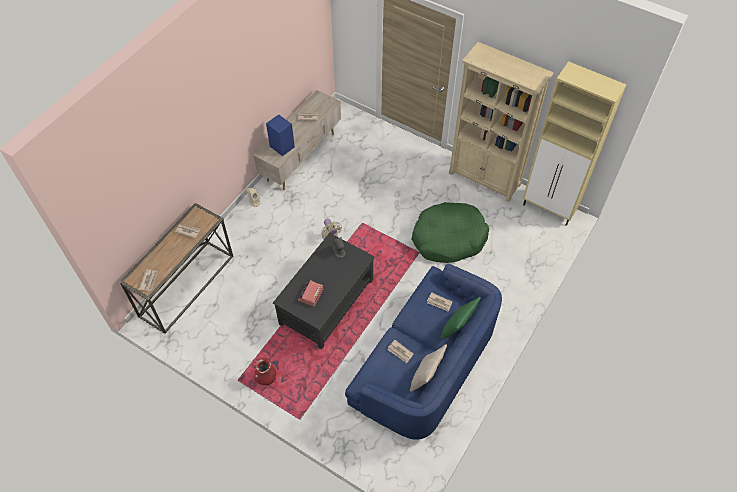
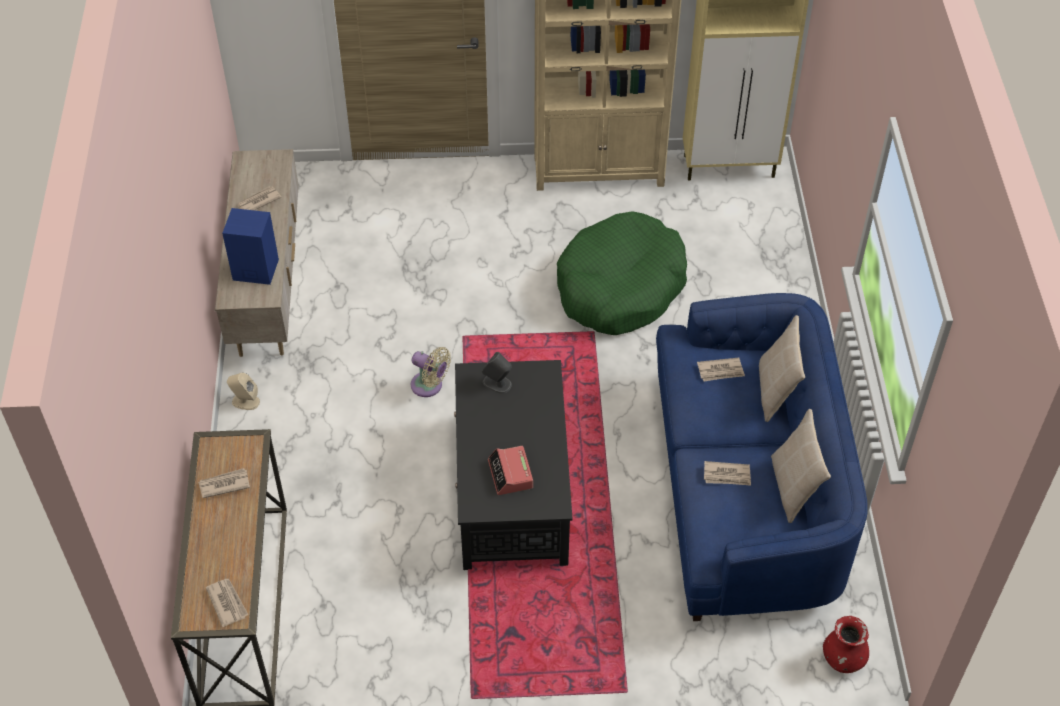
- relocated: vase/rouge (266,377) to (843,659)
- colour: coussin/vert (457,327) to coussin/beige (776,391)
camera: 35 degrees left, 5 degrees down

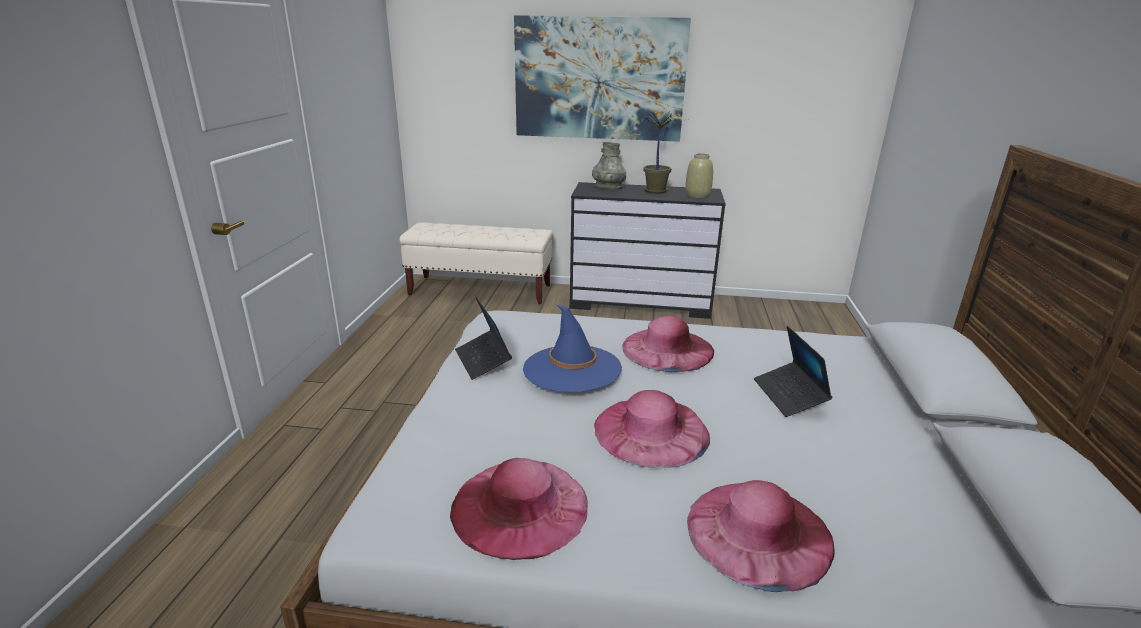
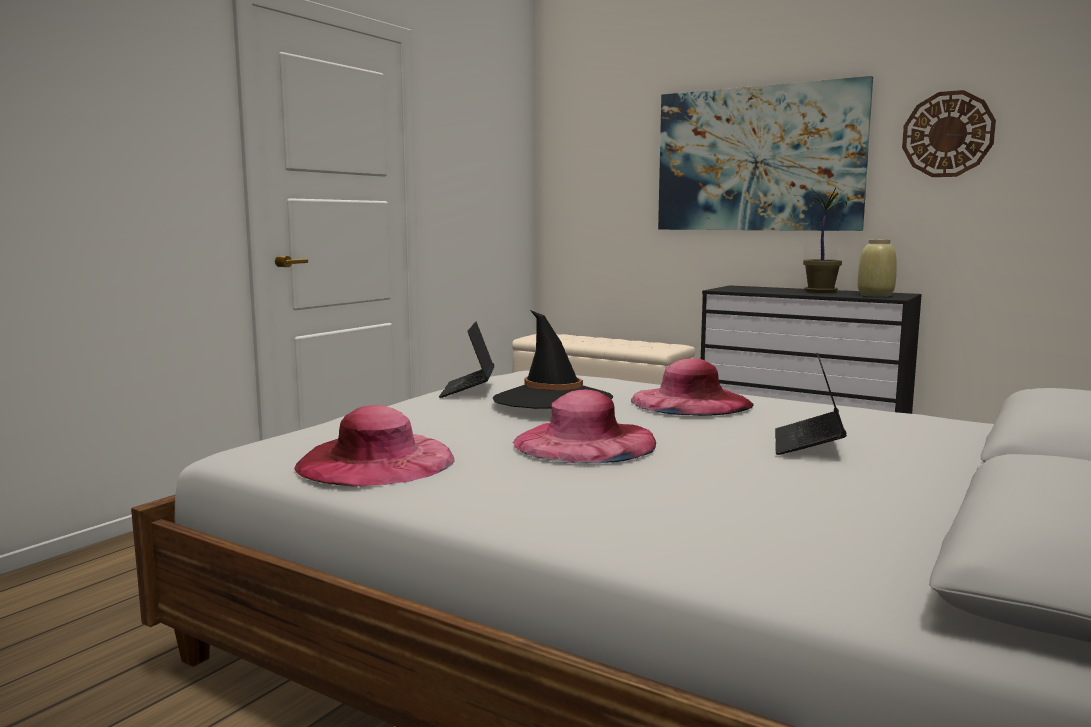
- colour: chapeau/bleu (572,369) to chapeau/noir (552,400)
- missing: vase/gris (608,187)
- missing: chapeau/rose (759,532)
- appeared: horloge murale (947,134)
camera: 25 degrees right, 15 degrees down

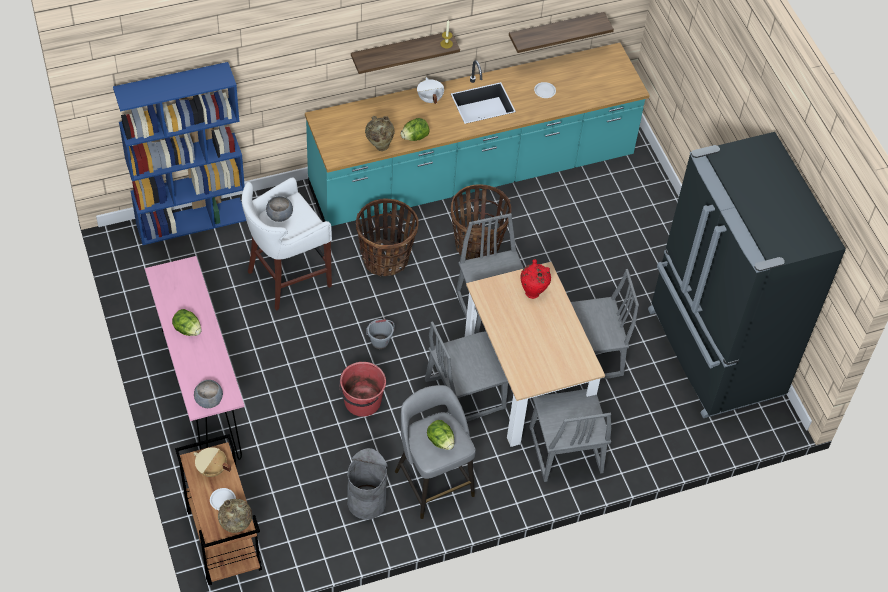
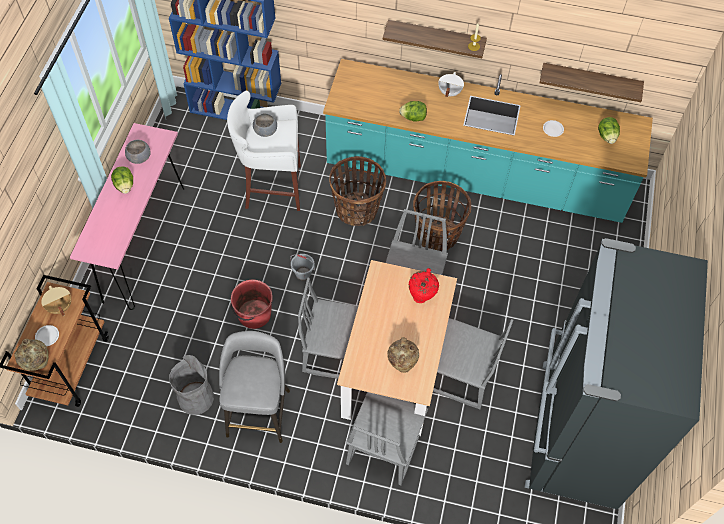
- relocated: bol/gris (209,399) to (140,157)
- relocated: vase/beige (379,146) to (402,365)
- relocated: laitue (440,441) to (607,136)
camera: 35 degrees right, 5 degrees up

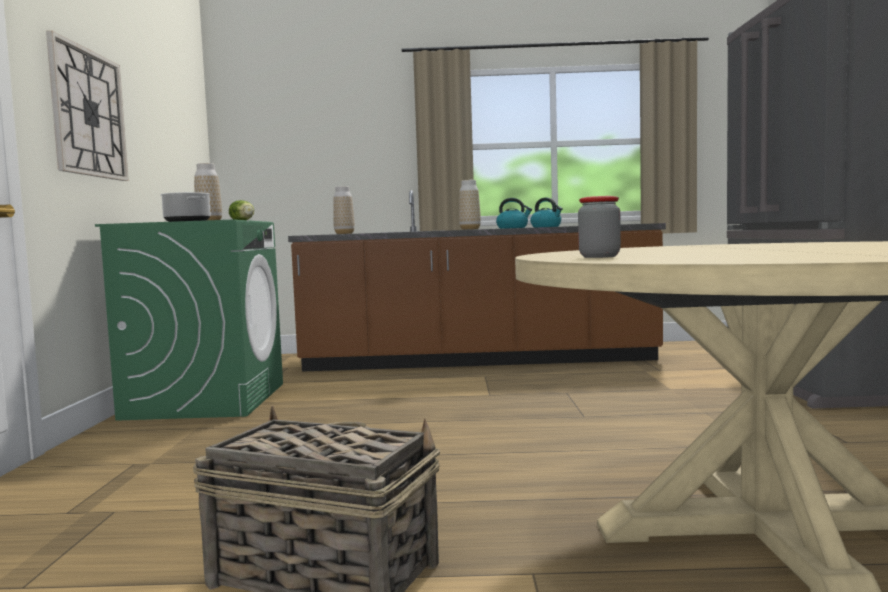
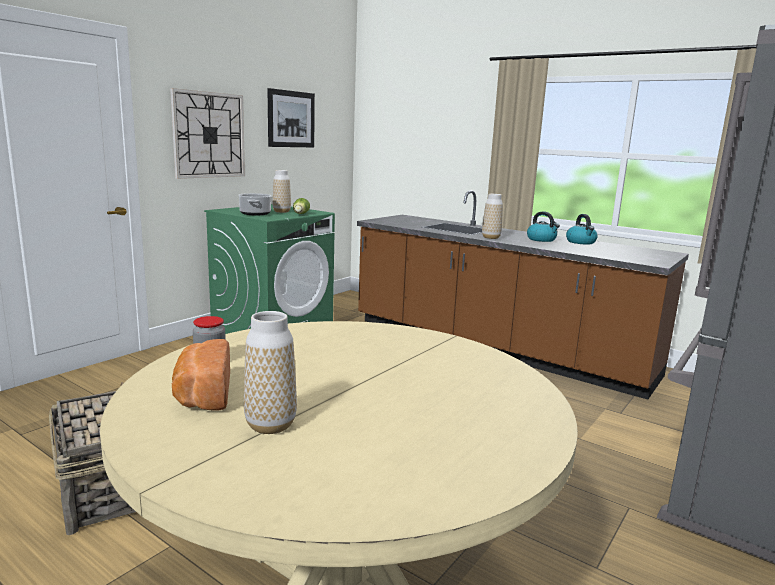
- relocated: vase (344,233) to (270,425)
- appeared: pain (202,395)
- appeared: tableau (291,119)
camera: 35 degrees right, 10 degrees up

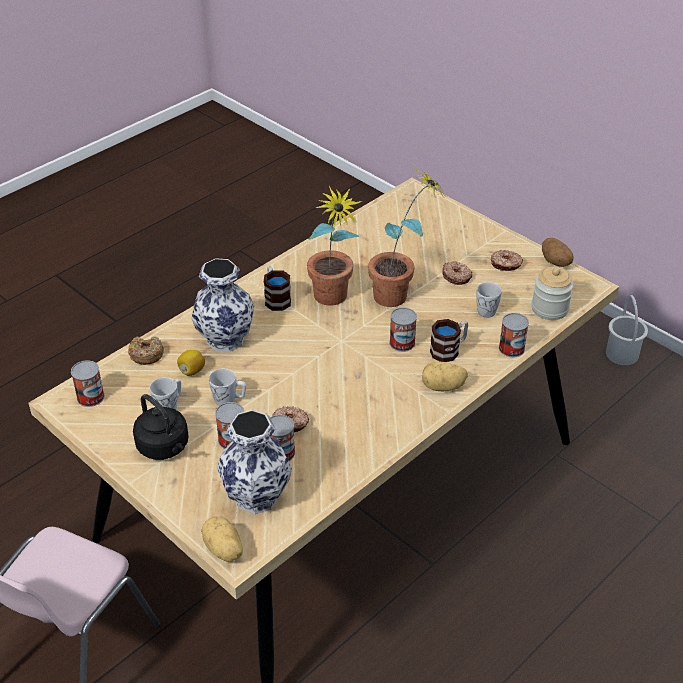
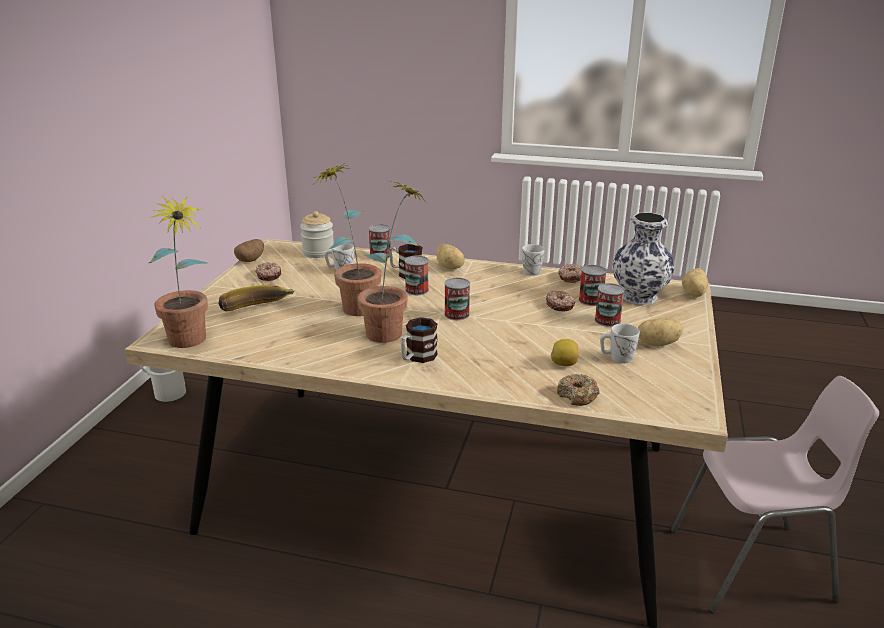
- relocated: boîte métallique (90,397) to (456,314)
- exchanged: bouilloire/noir (164,447) to pomme de terre (657,343)
- missing: vase (226,338)
- relocated: mug/blanc (229,400) to (529,271)
- relocated: beignet (456,276) to (570,277)
- appeared: plante en pot (191,344)
- appeared: banane (257,309)
camera: 120 degrees left, 15 degrees down

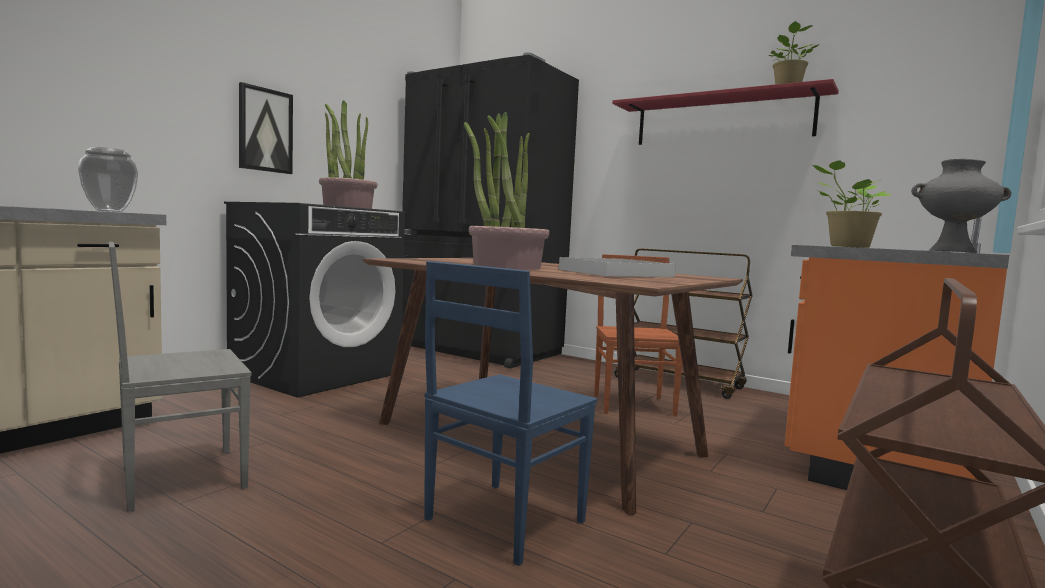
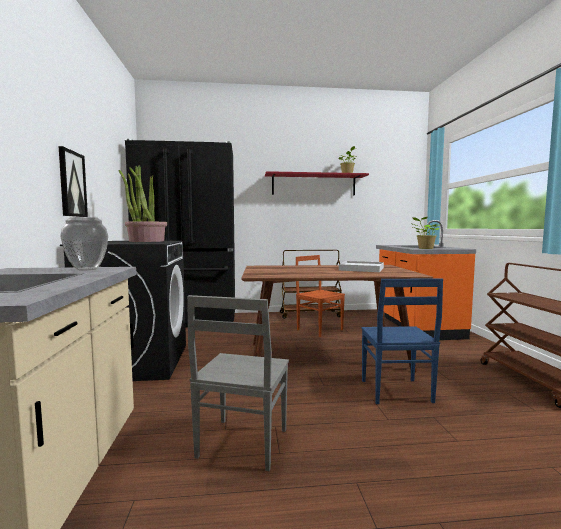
- missing: plante en pot (506,267)
- missing: vase/gris (953,251)
camera: 40 degrees left, 0 degrees up

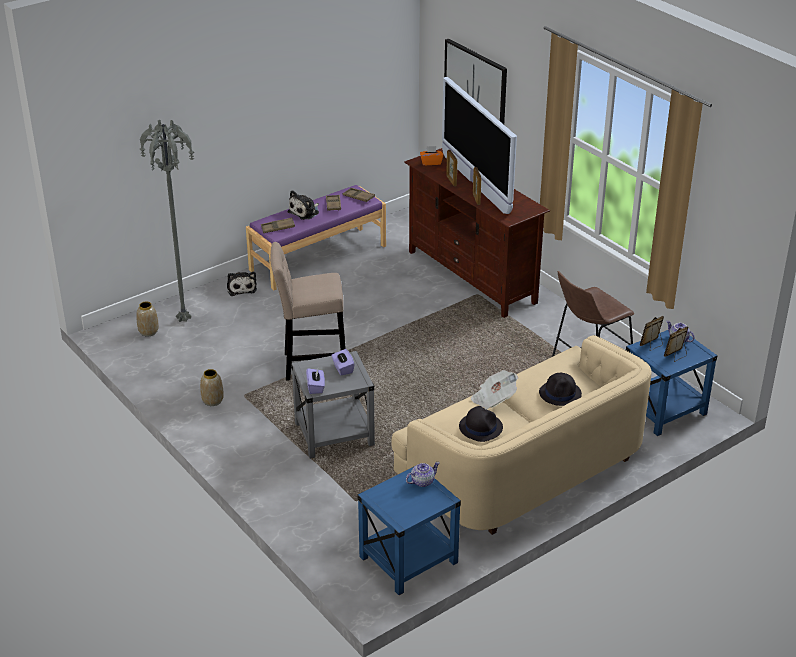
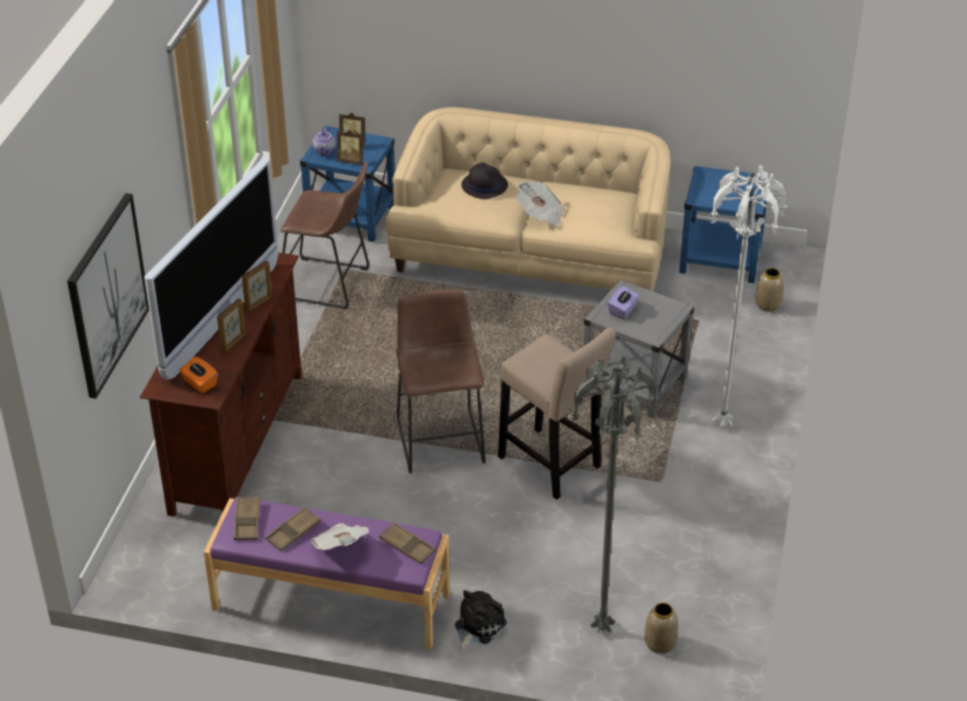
- relocated: vase (212,400) to (767,305)
- exchanged: peluche (305,212) to journal (340,547)
- missing: boîte à mouchoirs/violet (316,387)
- missing: théière (422,481)
- missing: chapeau/noir (480,427)
- appeared: tabouret/marron (440,437)
- appeared: lampadaire/blanc (724,426)
camera: 130 degrees left, 5 degrees up

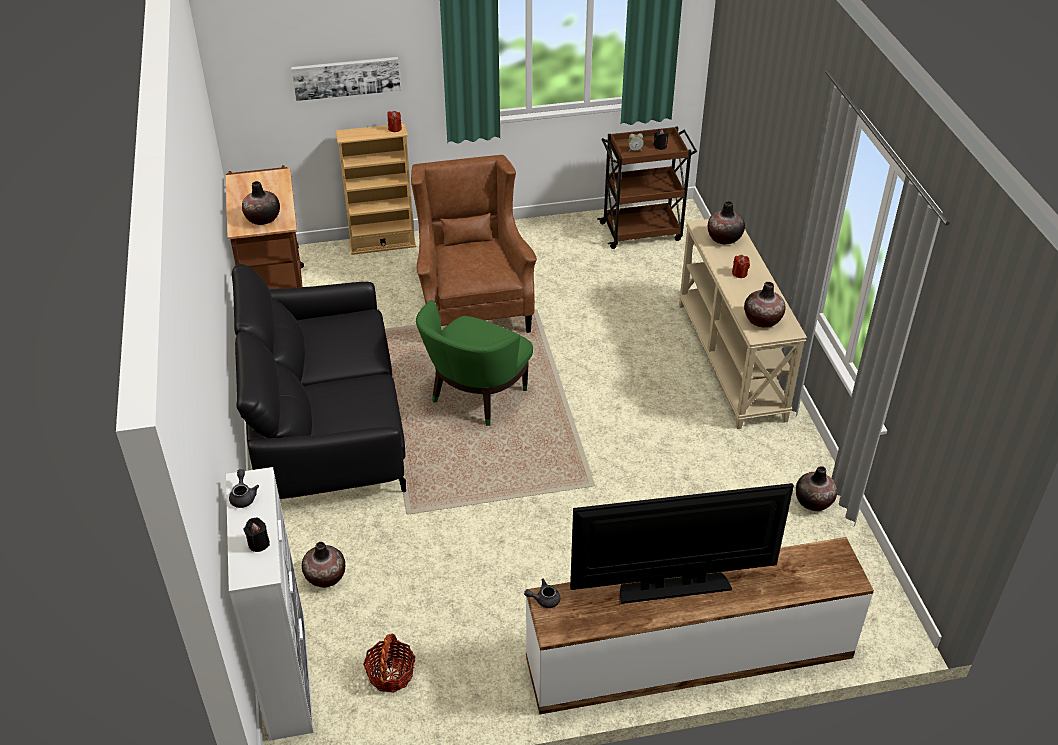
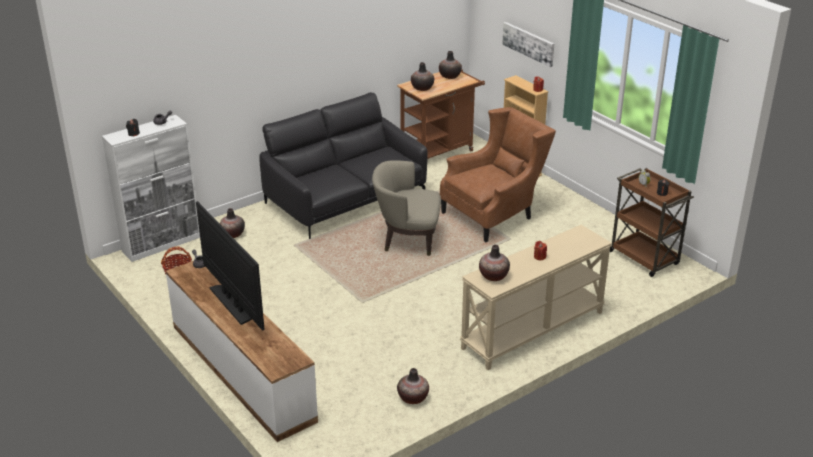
- colour: fauteuil/vert (476,397) to fauteuil/beige (407,240)
- relocated: vase (724,238) to (450,76)
camera: 65 degrees right, 10 degrees down

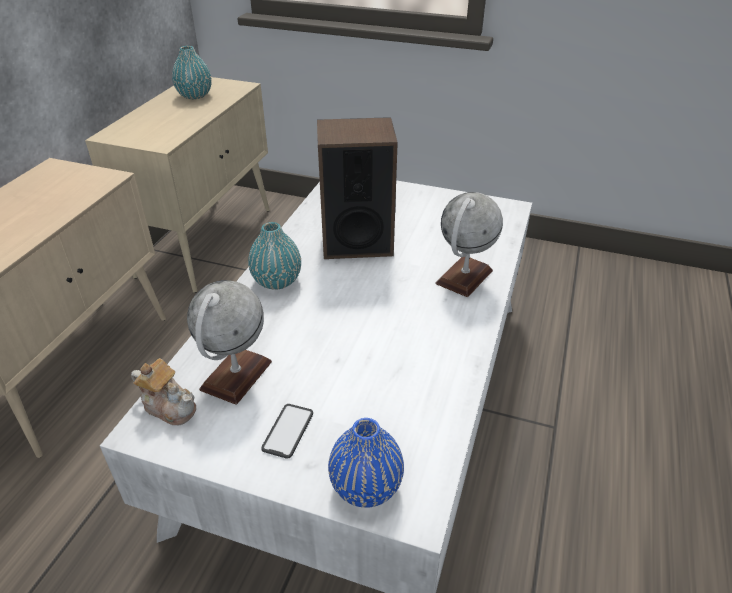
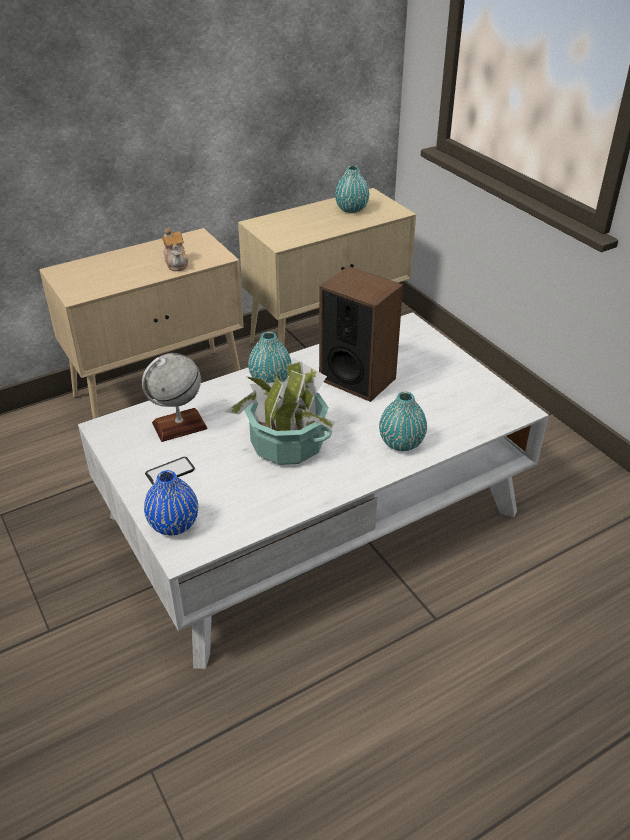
- relocated: théière (169,406) to (176,263)
- exchanged: globe (464,277) to vase/turquoise (401,443)
- appeared: plante en pot (287,444)
camera: 40 degrees right, 0 degrees up

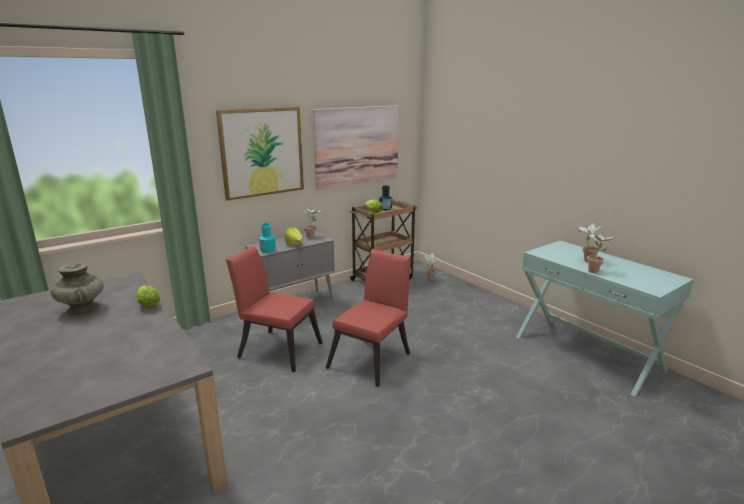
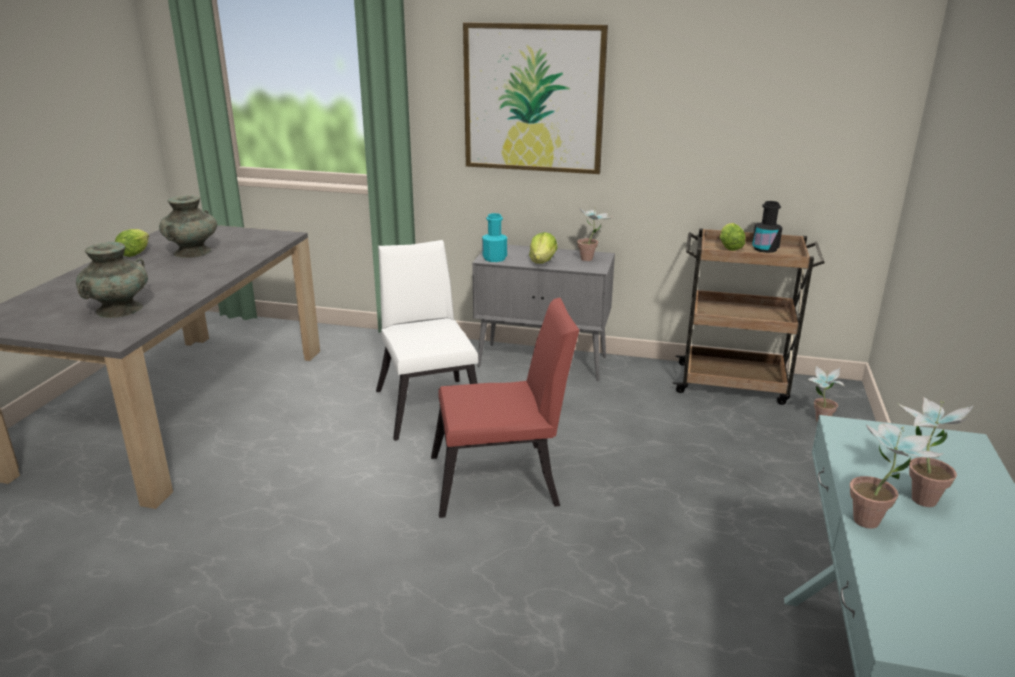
- relocated: laitue (148,305) to (136,253)
- colour: chaise/rouge (276,348) to chaise/blanc (428,403)
- missing: tableau (357,146)
- appeared: vase/turquoise (119,309)
camera: 50 degrees right, 5 degrees up

